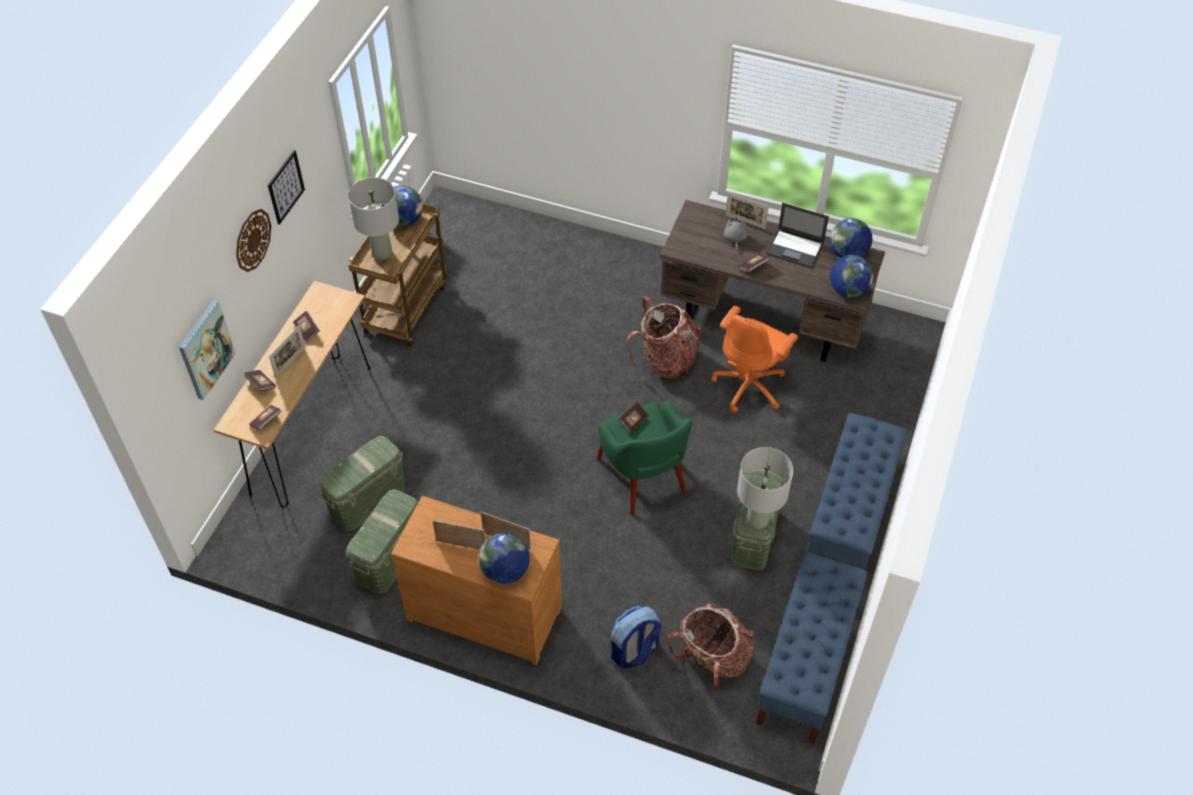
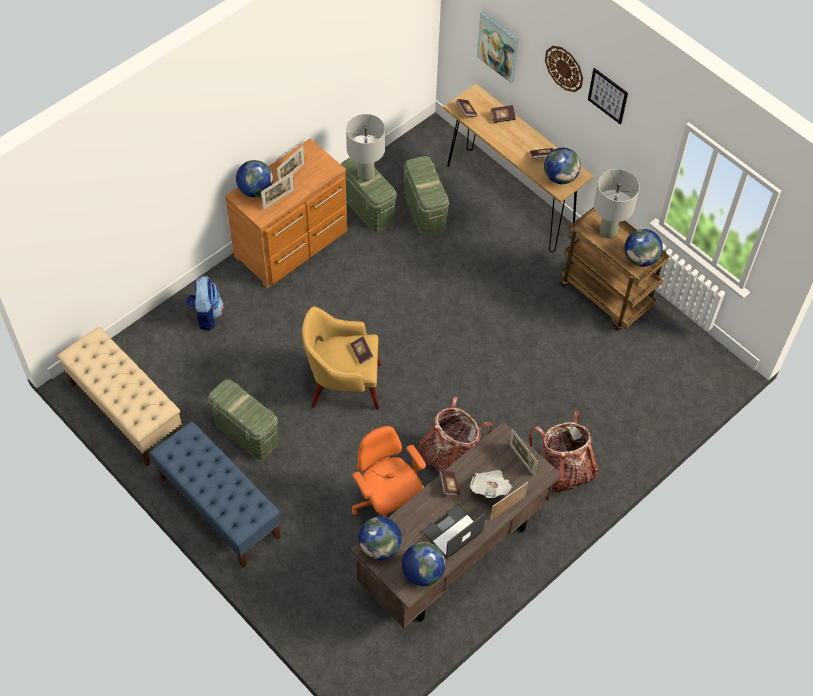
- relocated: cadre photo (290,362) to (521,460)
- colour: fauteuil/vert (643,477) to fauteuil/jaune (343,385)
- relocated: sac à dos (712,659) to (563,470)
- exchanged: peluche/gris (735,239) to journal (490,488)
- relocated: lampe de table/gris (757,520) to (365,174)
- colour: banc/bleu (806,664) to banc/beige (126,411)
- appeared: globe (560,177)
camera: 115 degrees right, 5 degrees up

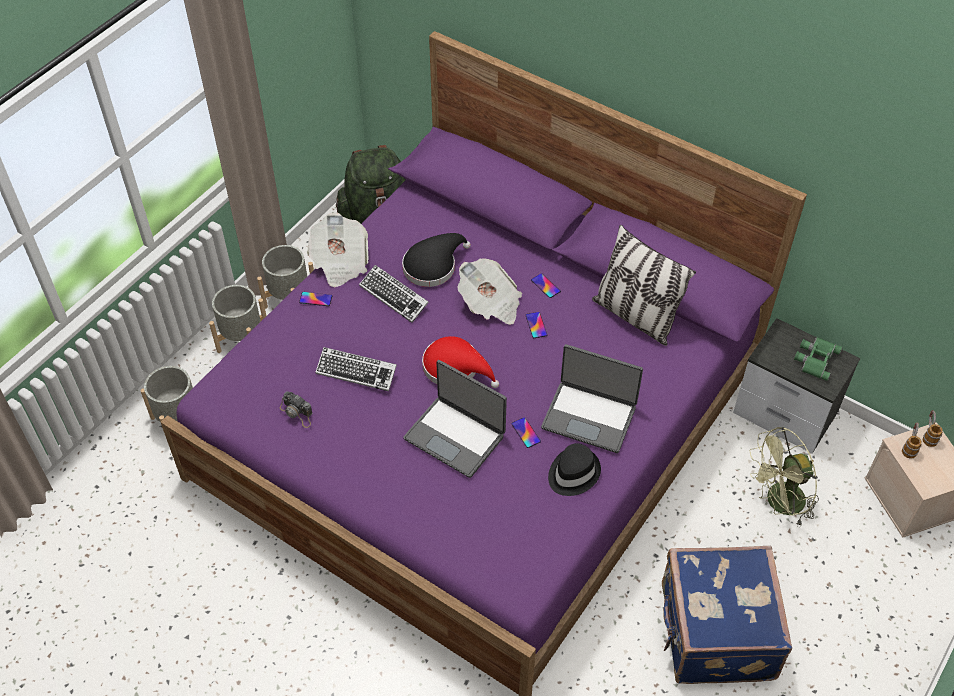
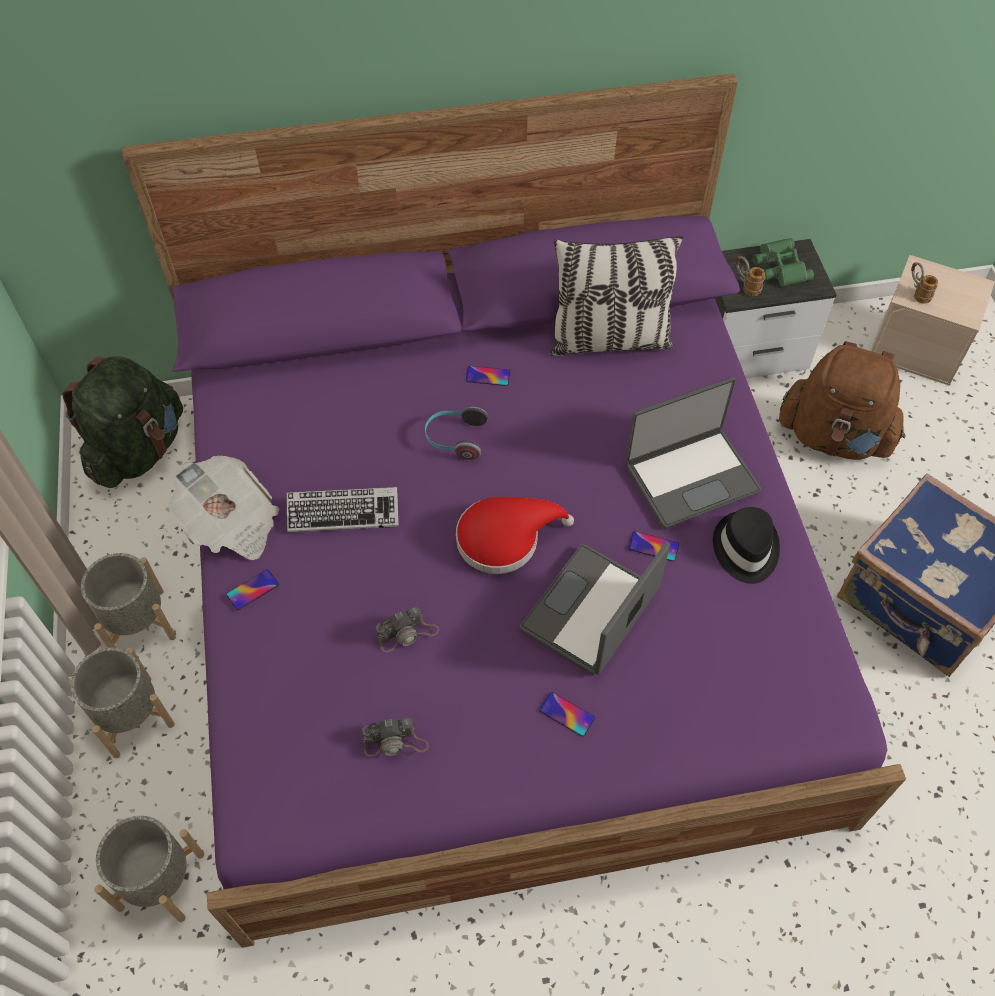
- exchanged: clavier (356,372) to appareil photo (407,634)
- missing: chapeau/noir (433,266)
- spun: ordinateur portable (455,436) = (592,612) 135 degrees clockwise
- exchanged: journal (490,304) to casque audio (455,439)
- relocated: téléphone (536,325) to (567,714)
- exchanged: ventilateur/vert (778,503) to sac à dos/marron (834,436)
- relocated: mug (928,435) to (745,285)
camera: 45 degrees left, 5 degrees up

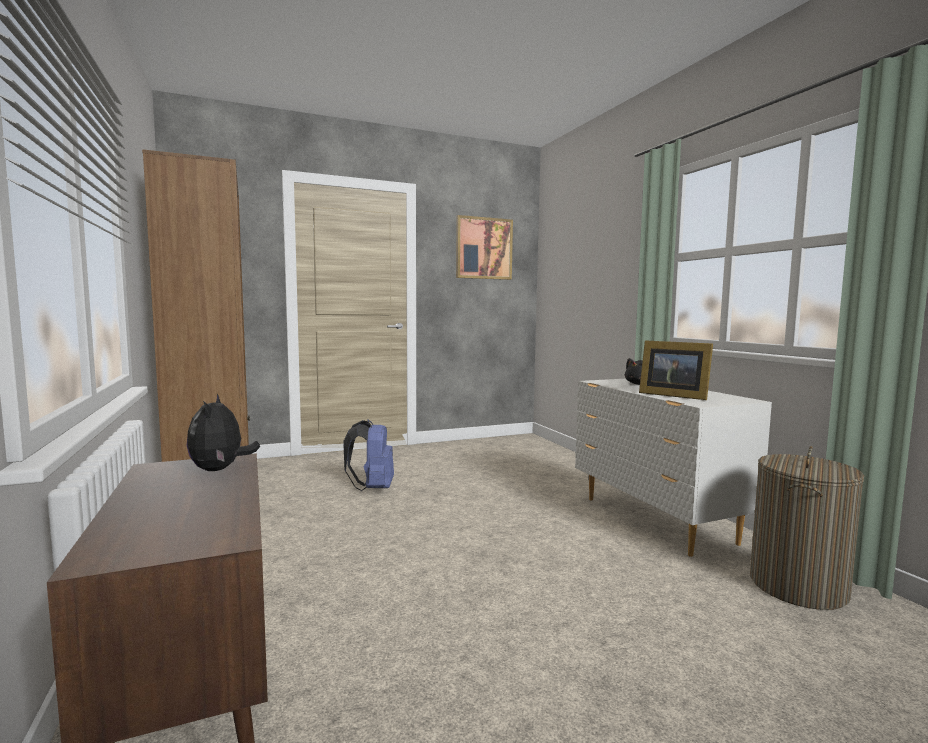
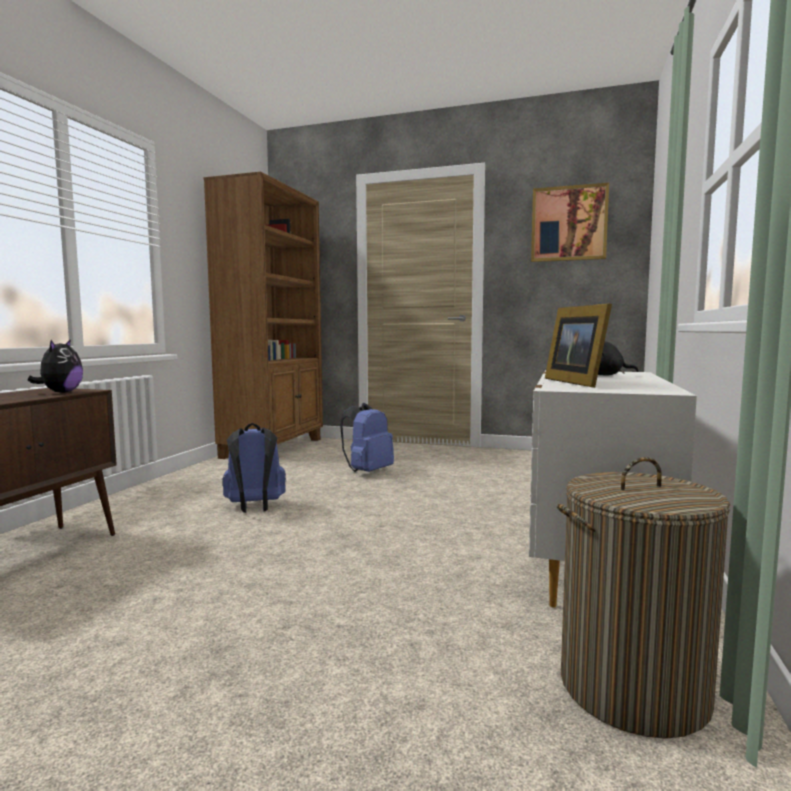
- spun: peluche (220,469) = (61,392) 150 degrees clockwise
- appeared: sac à dos/bleu (255,508)
camera: 40 degrees right, 0 degrees up

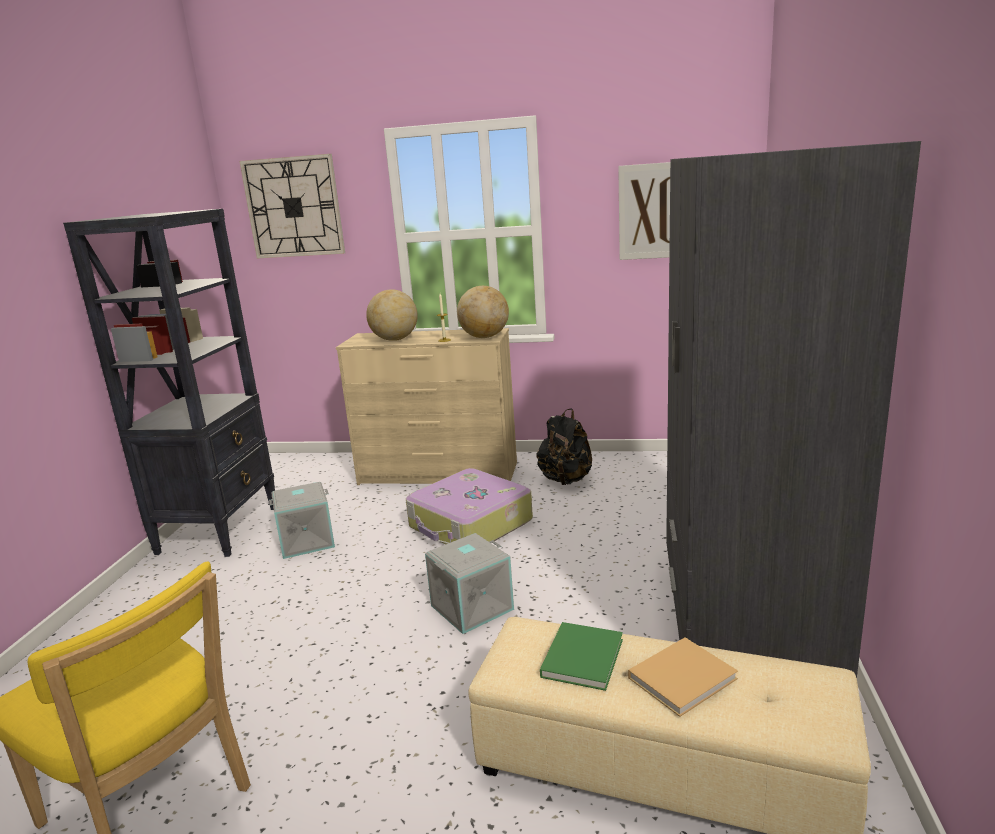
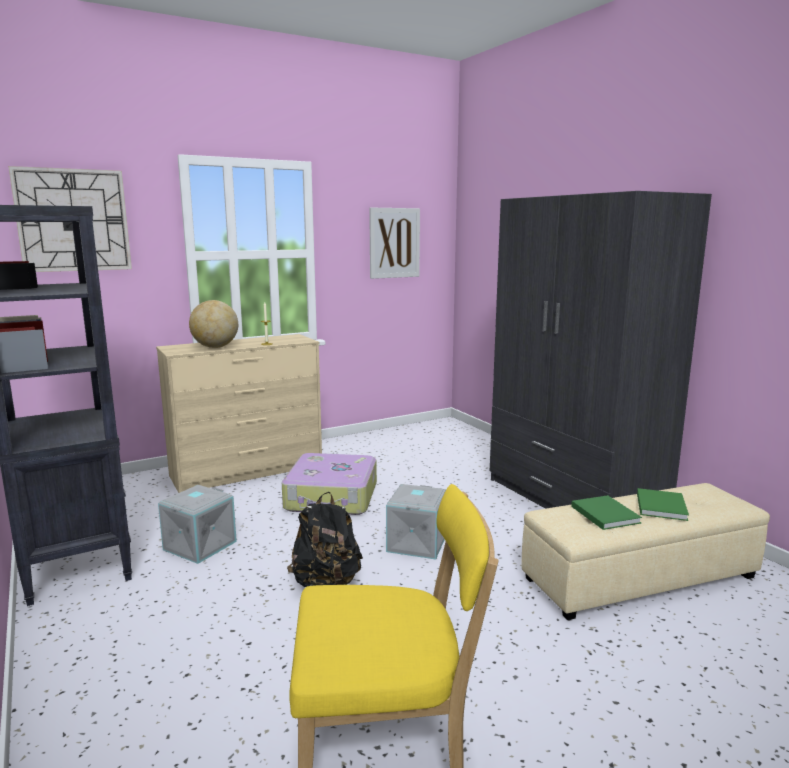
- missing: globe (484,337)
- relocated: sac à dos/noir (566,480) to (327,584)
- colour: livre/beige (684,677) to livre/vert (661,505)
camera: 40 degrees left, 5 degrees down

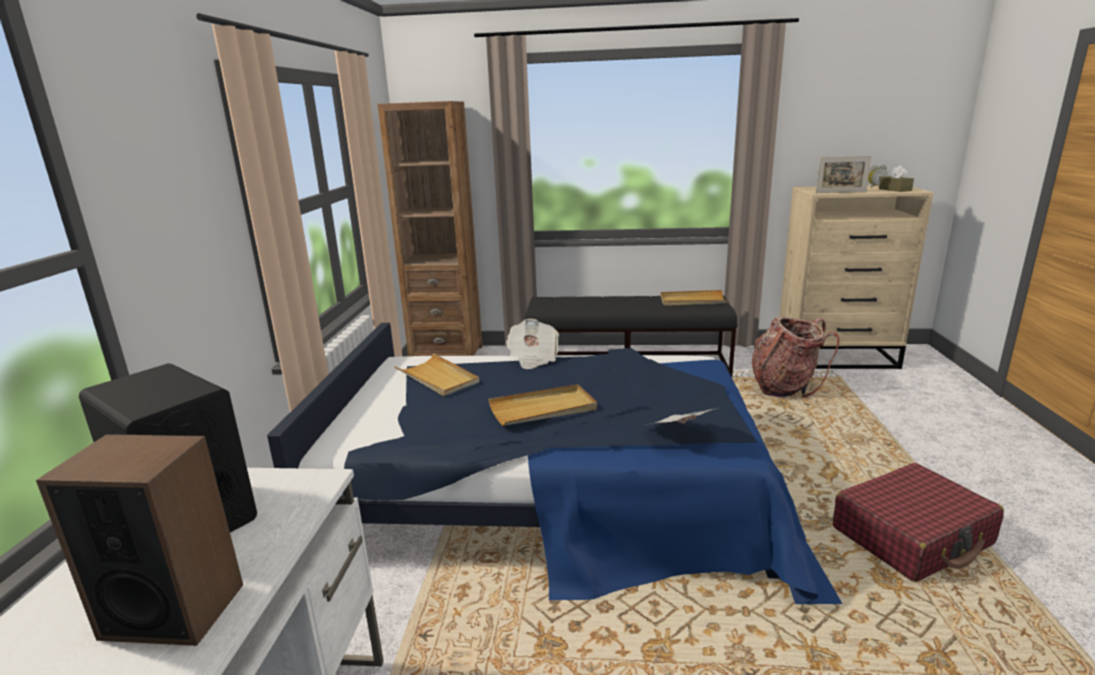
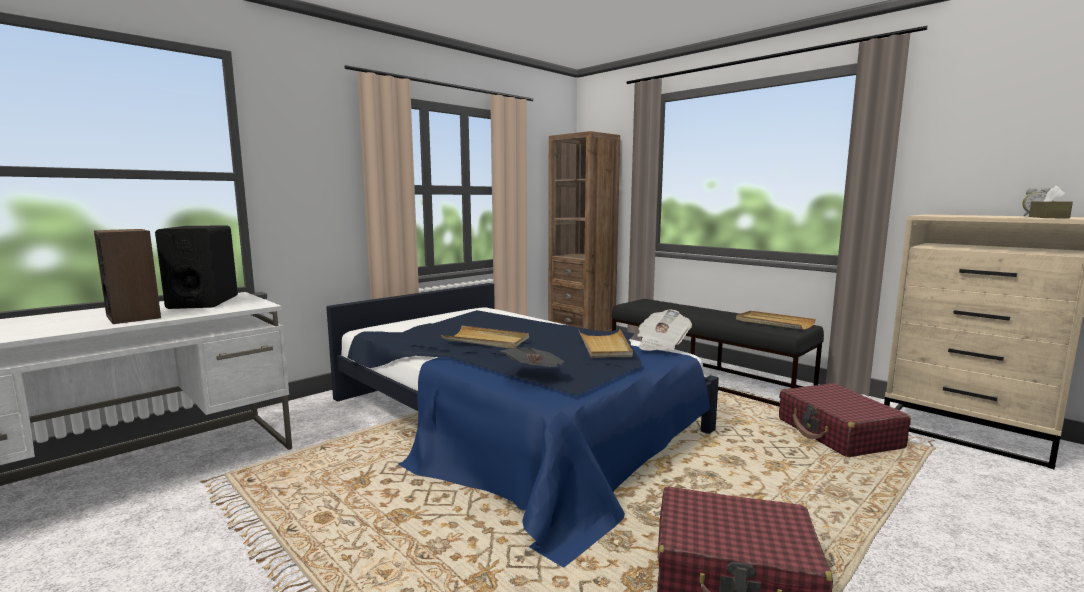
- relocated: plateau/beige (437,378) to (605,346)
- relocated: journal (533,358) to (661,345)
- exchanged: sac à dos (784,387) to valise/rouge (838,433)
- missing: cadre photo (840,192)
camera: 40 degrees right, 10 degrees down

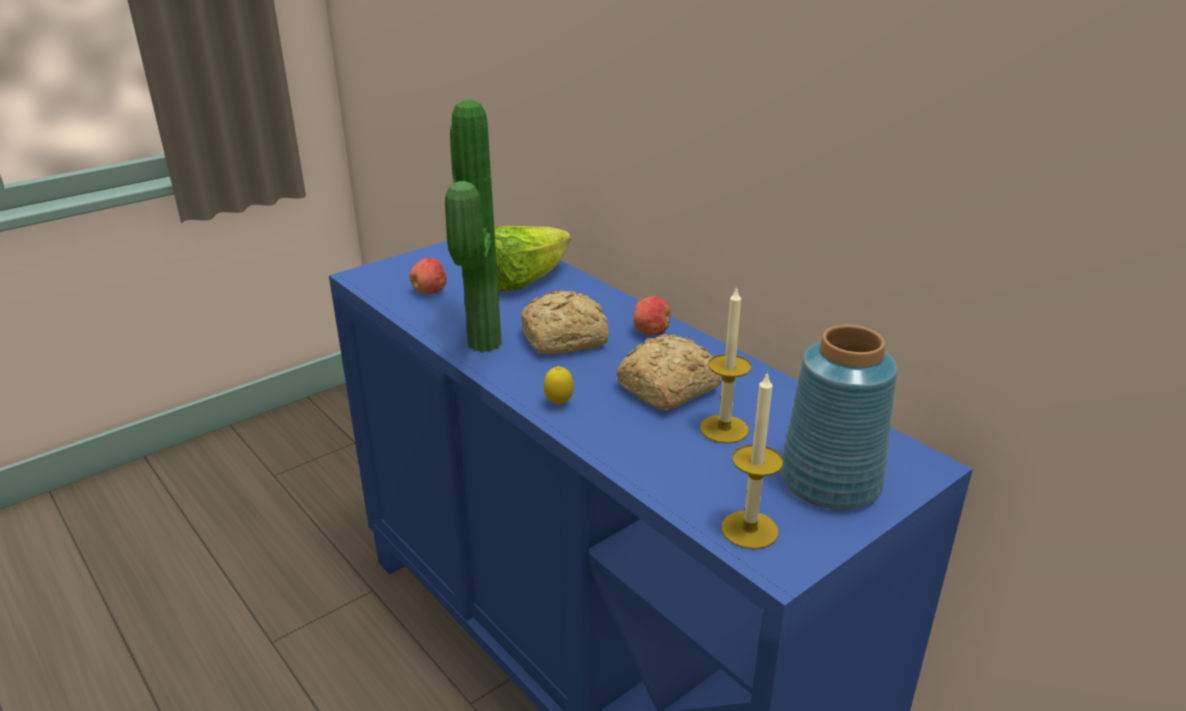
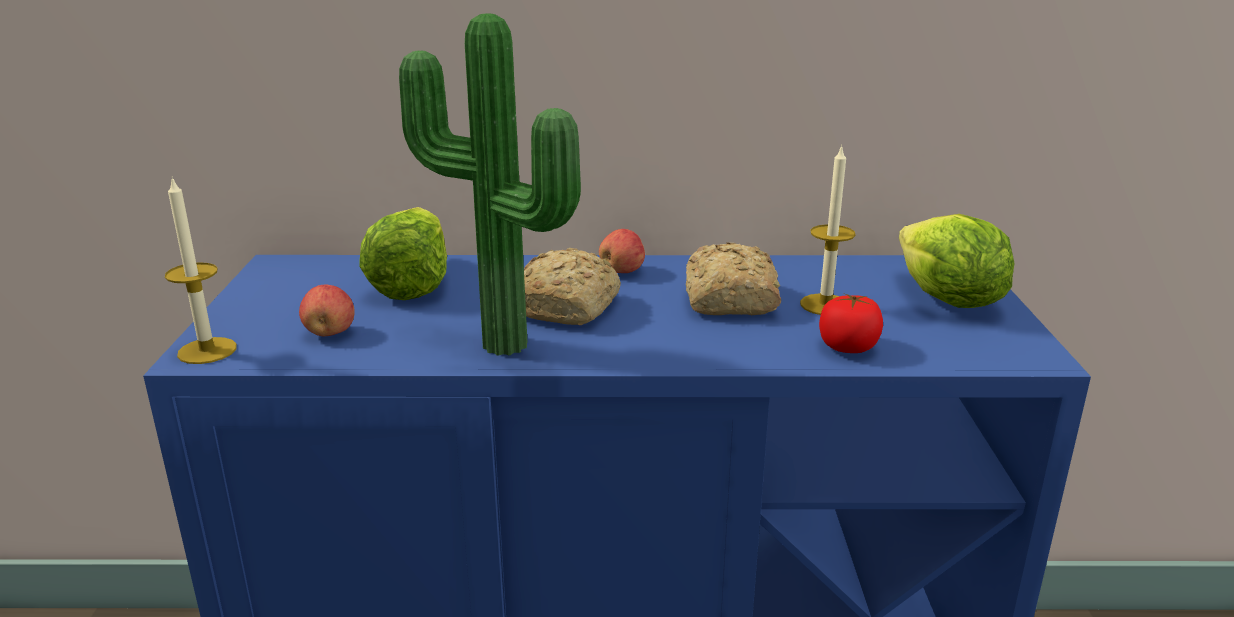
- missing: citron (559,404)
- relocated: bougie (749,530) to (207,351)
- exchanged: vase/bleu (828,482) to laitue (947,300)
- appeared: tomate (848,347)
camera: 50 degrees left, 5 degrees down

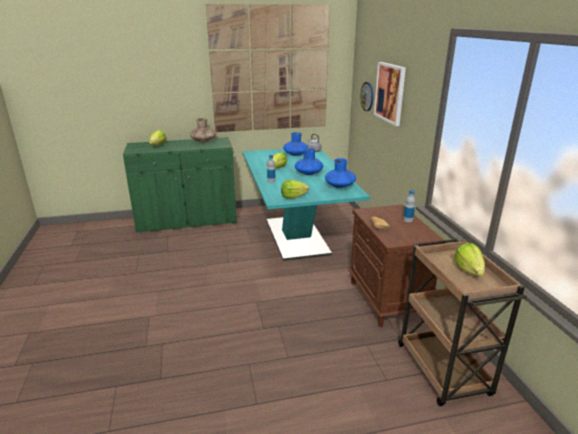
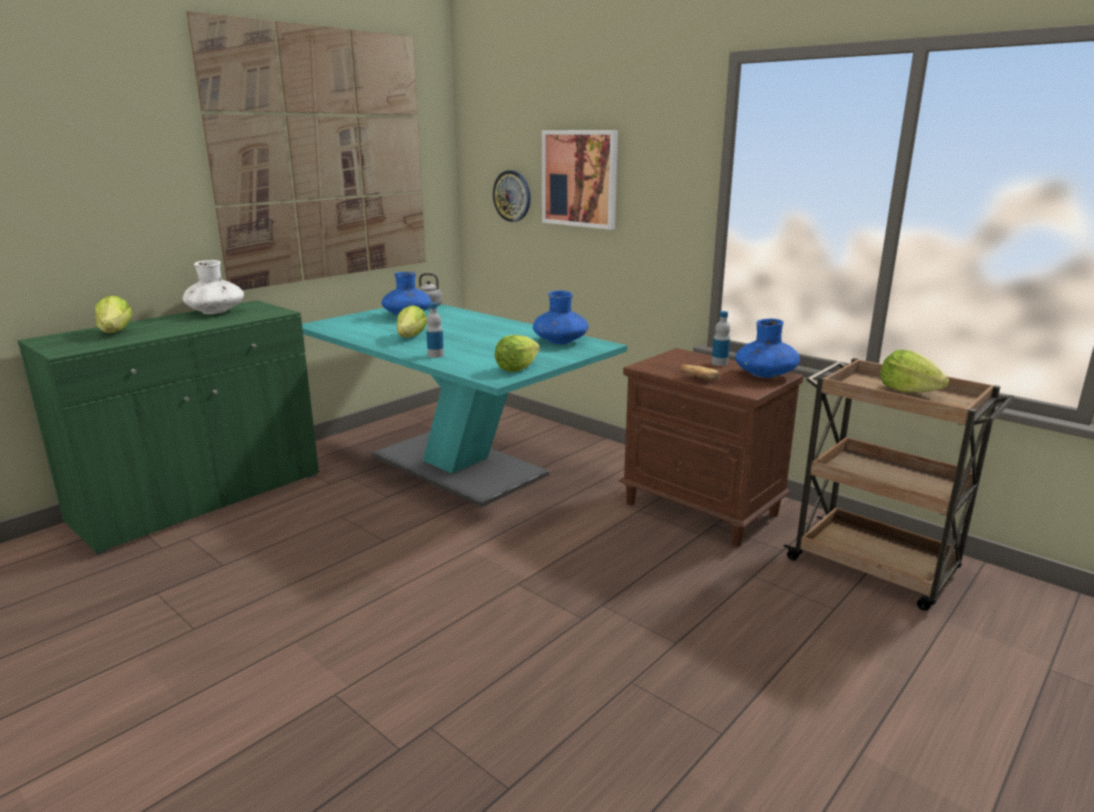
- colour: vase/marron (204,141) to vase/blanc (216,312)
- relocated: vase/bleu (308,173) to (765,375)
camera: 35 degrees left, 5 degrees down

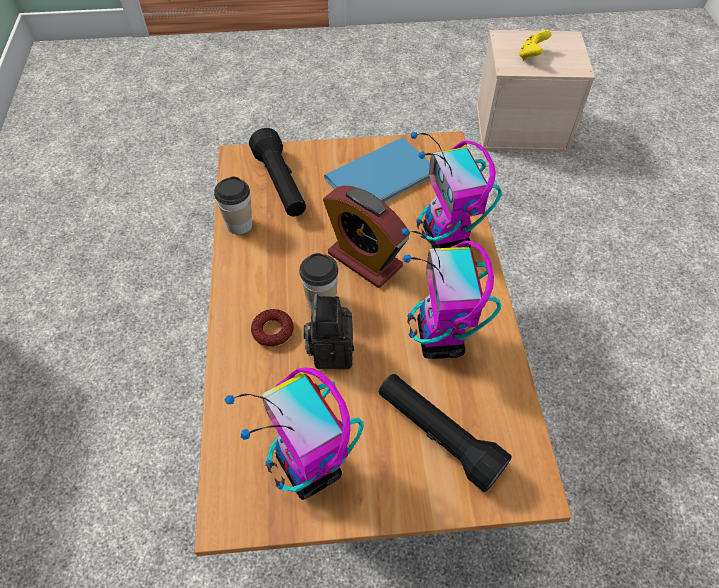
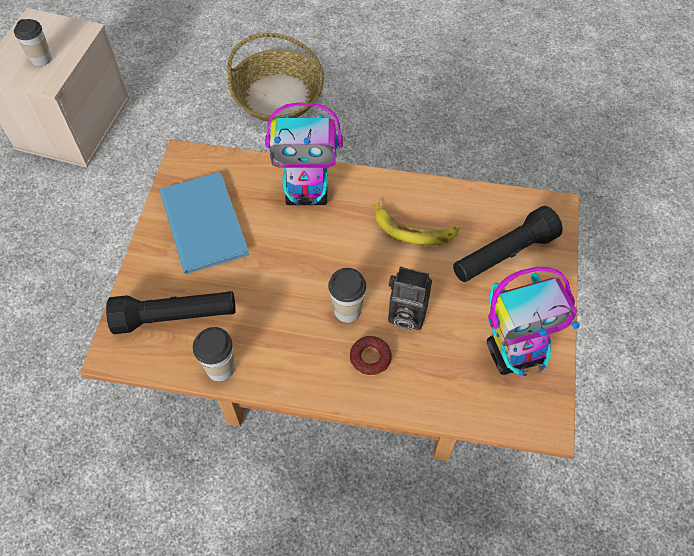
- missing: réveil (365,260)
- exchanged: robot jouet (440,339) to banane (414,229)
- exchanged: manette/jaune (531,56) to tasse (41,59)
- appeared: panier (278,96)
camera: 75 degrees left, 5 degrees up

